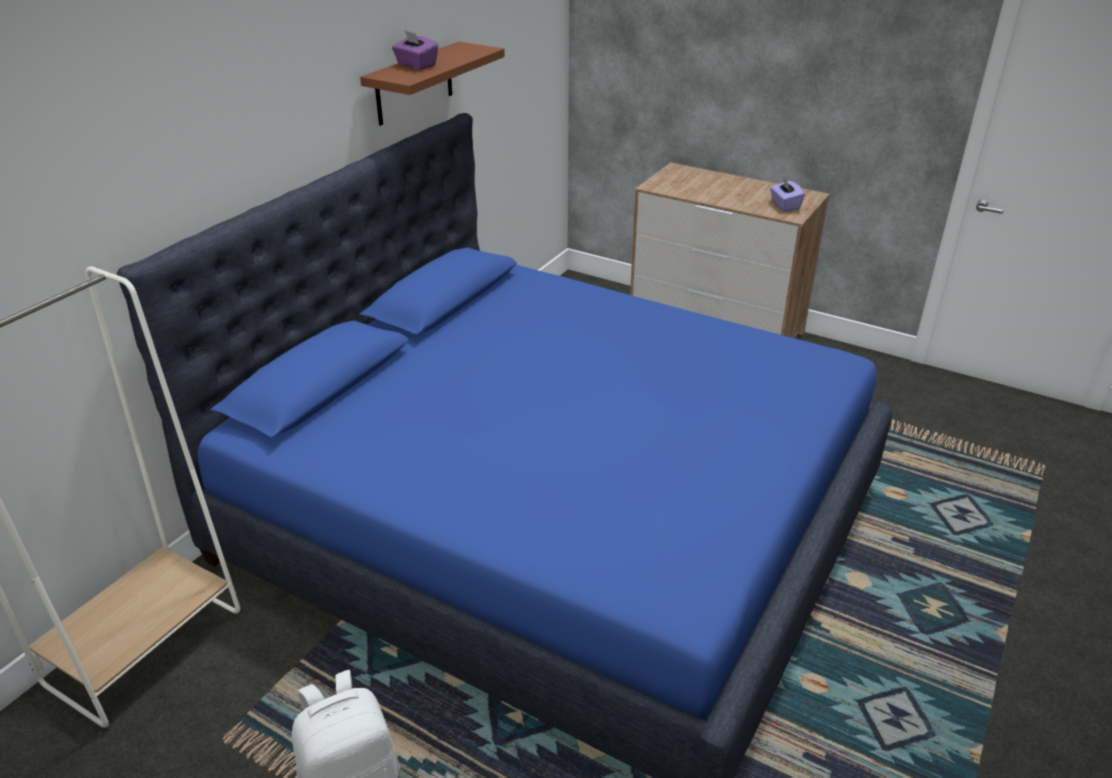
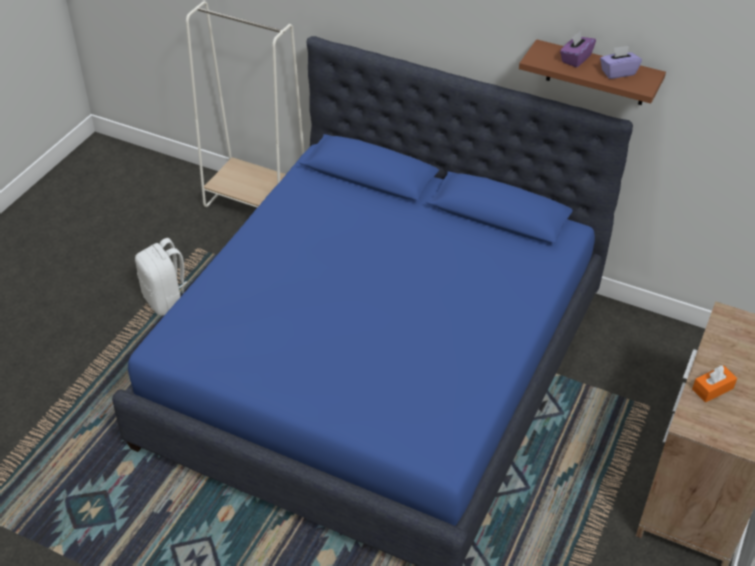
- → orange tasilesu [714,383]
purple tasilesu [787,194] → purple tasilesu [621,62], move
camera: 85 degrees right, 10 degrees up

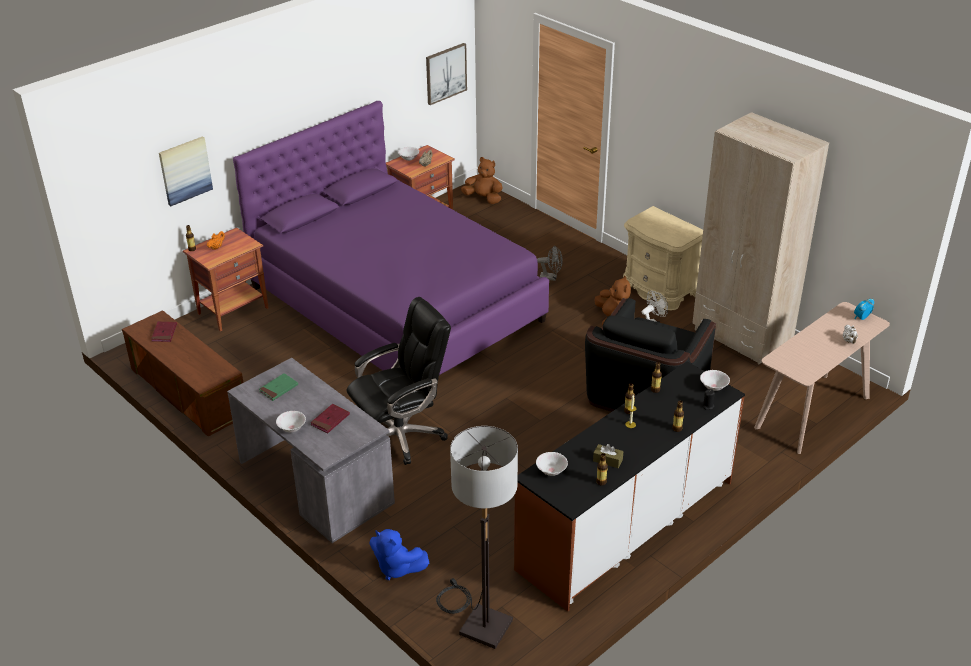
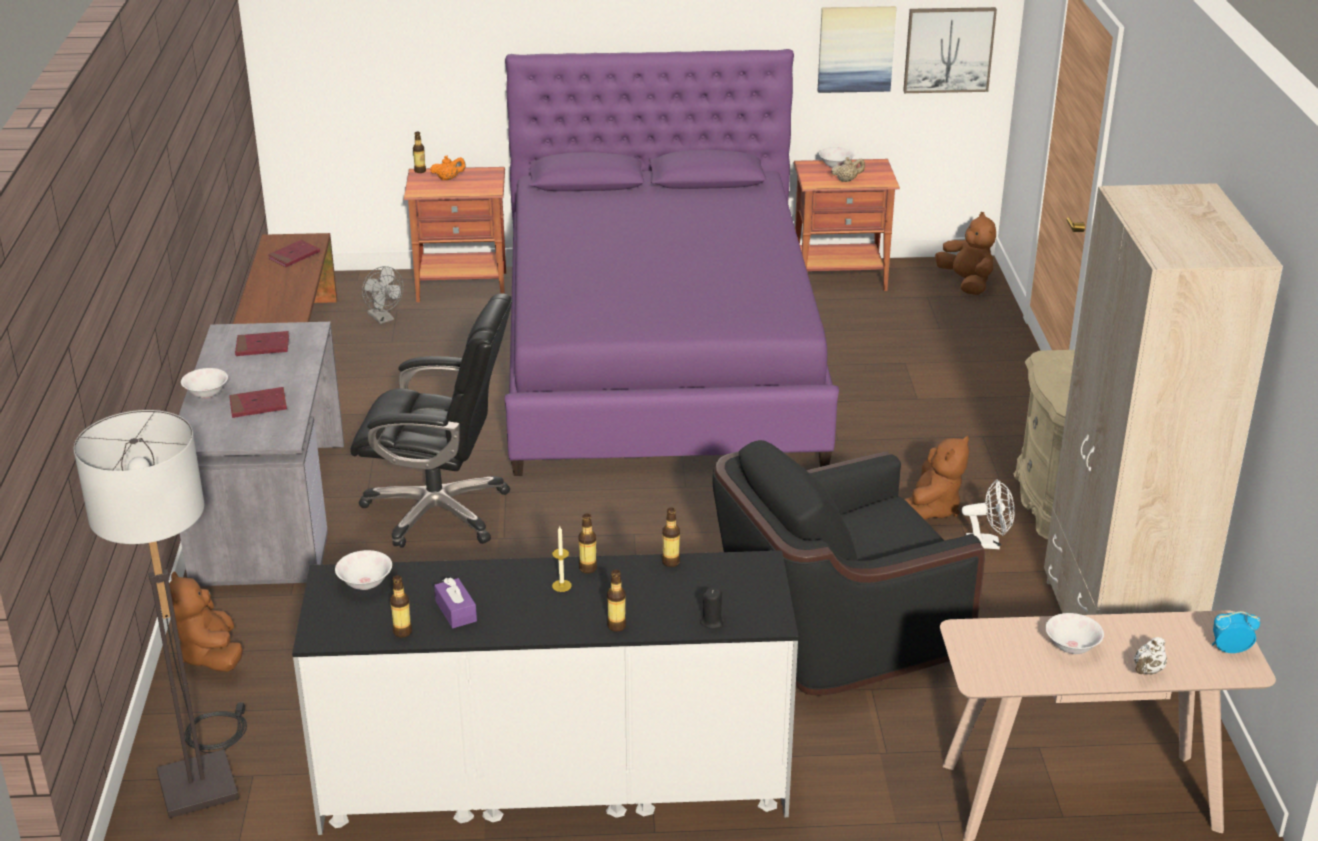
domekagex [186,171] → domekagex [857,49], move
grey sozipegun [550,263] → grey sozipegun [383,295], move
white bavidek [715,380] → white bavidek [1075,633], move
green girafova [278,387] → red girafova [262,343]
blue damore [399,554] → brown damore [204,621]
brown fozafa [629,486] → grey fozafa [545,692]
brown tasilesu [608,456] → purple tasilesu [455,602]
camera: 40 degrees right, 5 degrees down

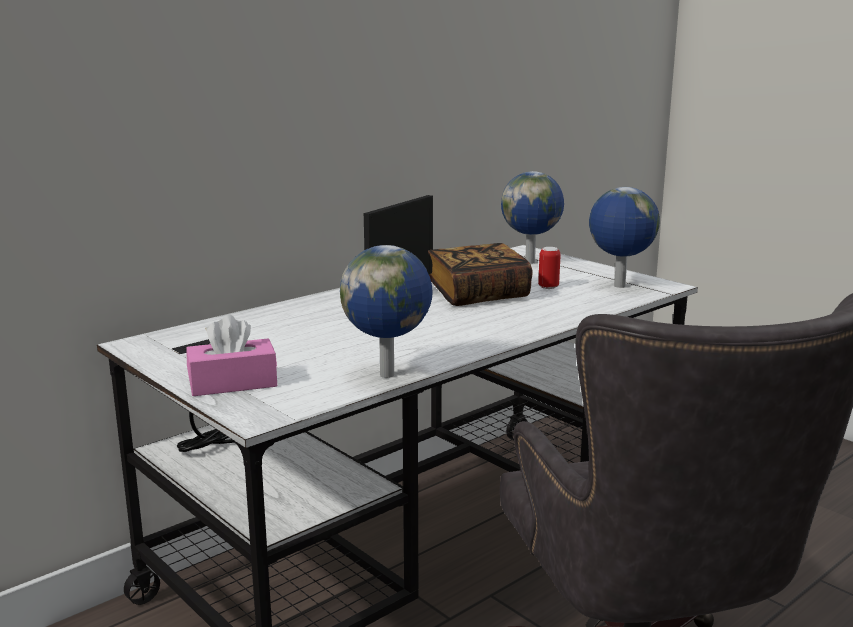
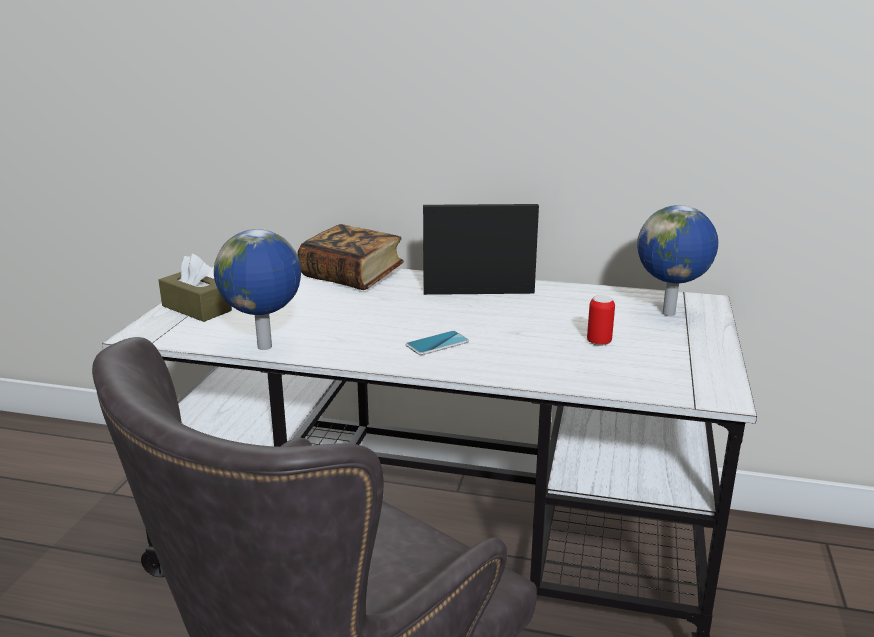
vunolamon [624,237] → -
- → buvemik [437,343]
girafova [480,274] → girafova [350,257], move
pink tasilesu [231,355] → brown tasilesu [195,288]
camera: 55 degrees right, 5 degrees up

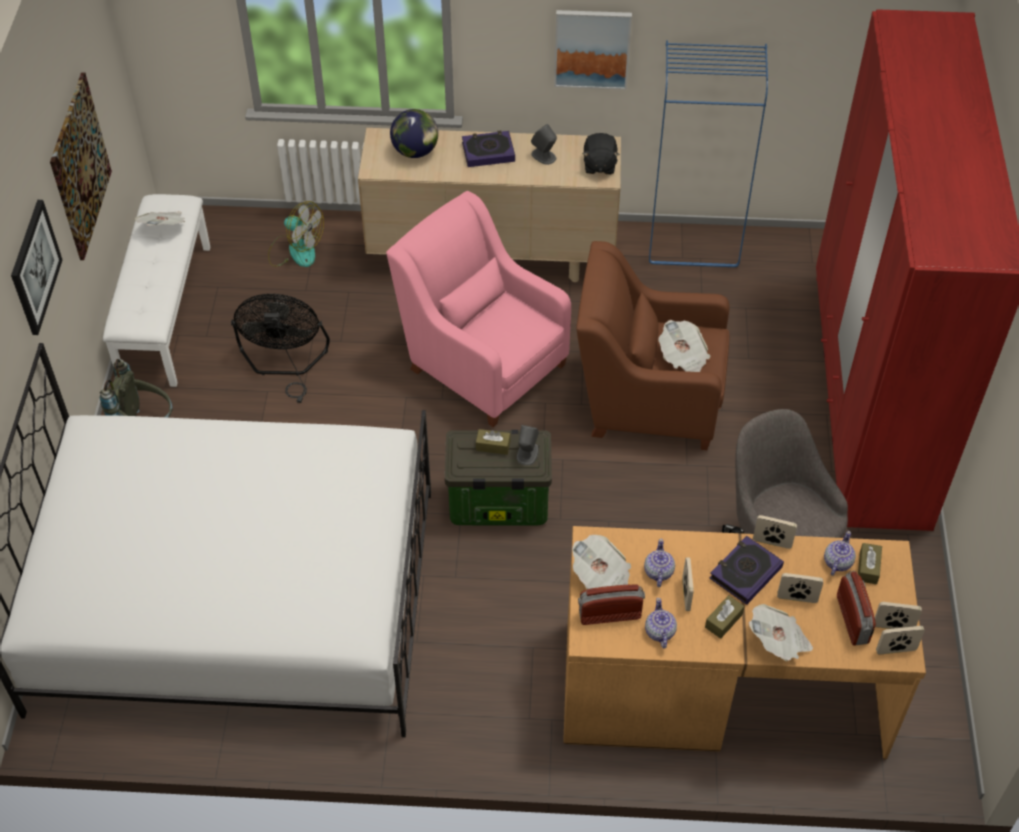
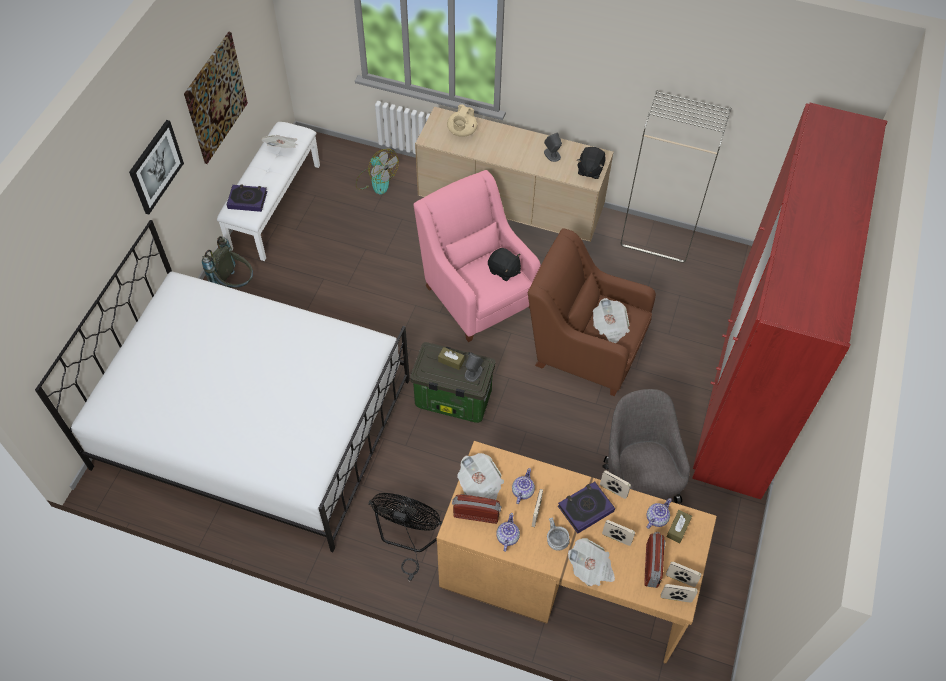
domekagex [593,50] → -
- → black damore [504,264]
black sozipegun [280,348] → black sozipegun [405,537], move
girafova [488,149] → girafova [247,198], move
vunolamon [414,133] → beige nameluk [462,121]
brown tasilesu [725,617] → grey bavidek [558,534]
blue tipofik [708,153] → grey tipofik [676,176]
camera: 15 degrees right, 5 degrees up

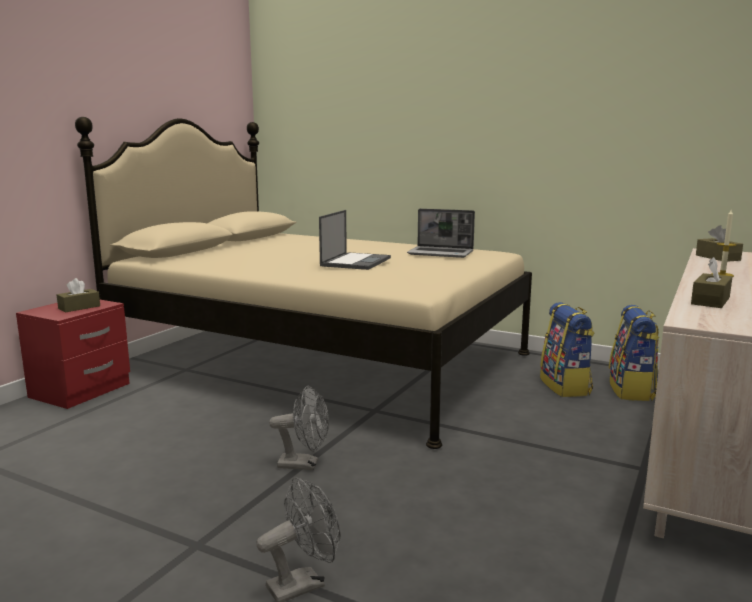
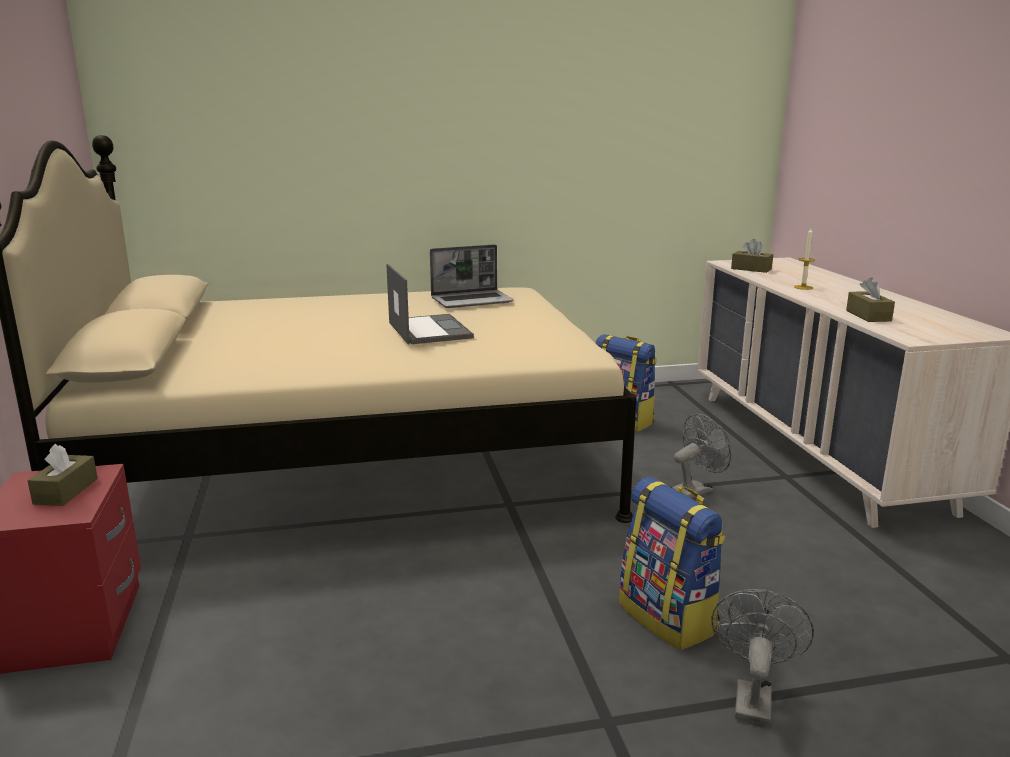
grey sozipegun [299,428] → grey sozipegun [701,456], move
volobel [634,353] → volobel [672,563], move
camera: 40 degrees left, 5 degrees up

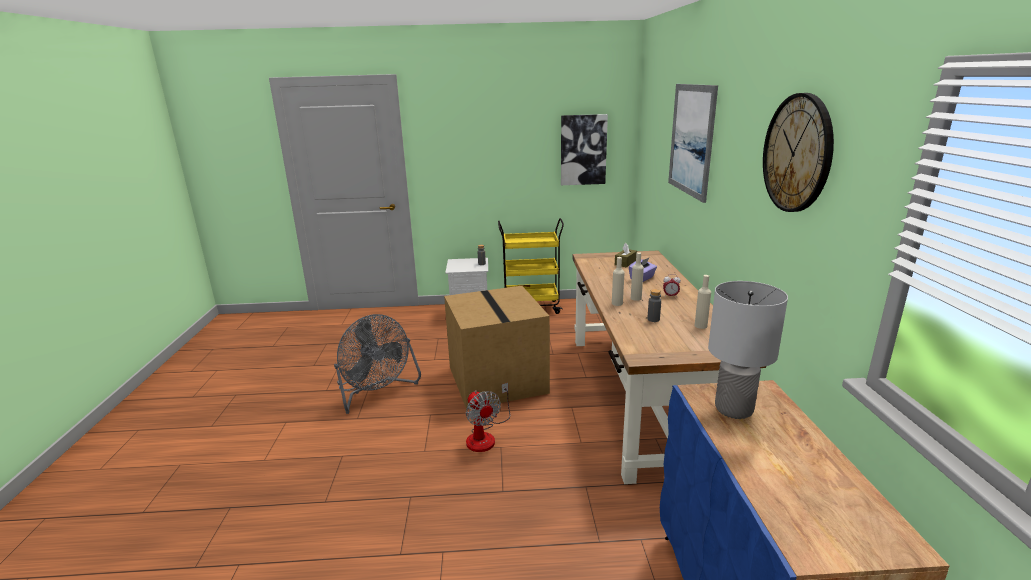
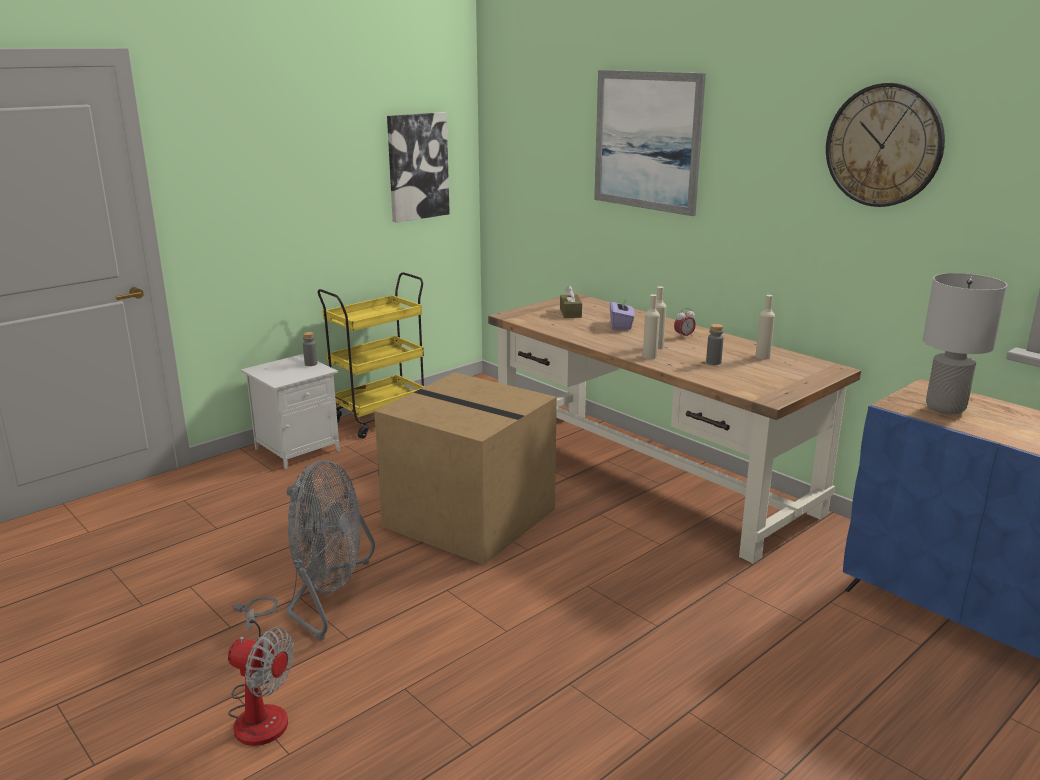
sozipegun [488,417] → sozipegun [261,677], move
camera: 40 degrees left, 0 degrees up

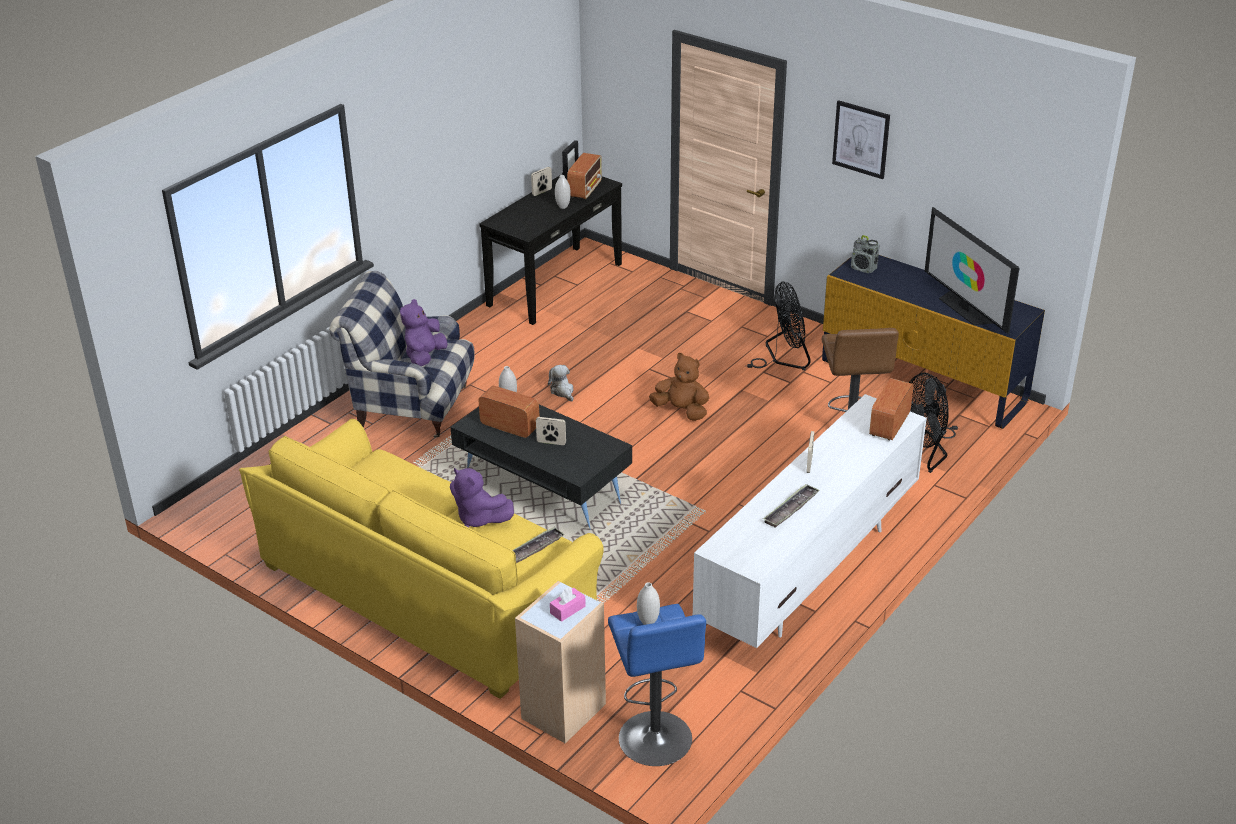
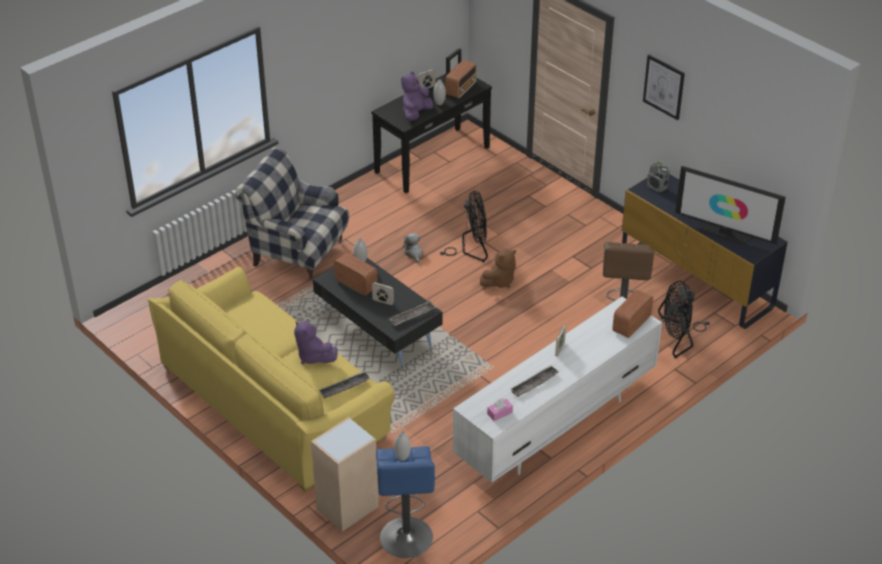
- → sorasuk [412,313]
purple damore [424,332] → purple damore [417,96], move
pink tasilesu [568,604] → pink tasilesu [500,409], move
black sozipegun [778,326] → black sozipegun [463,226], move
brown damore [679,387] → brown damore [498,268], 105 degrees clockwise
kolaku [972,270] → kolaku [730,205], 45 degrees counterclockwise
camera: 10 degrees right, 5 degrees up

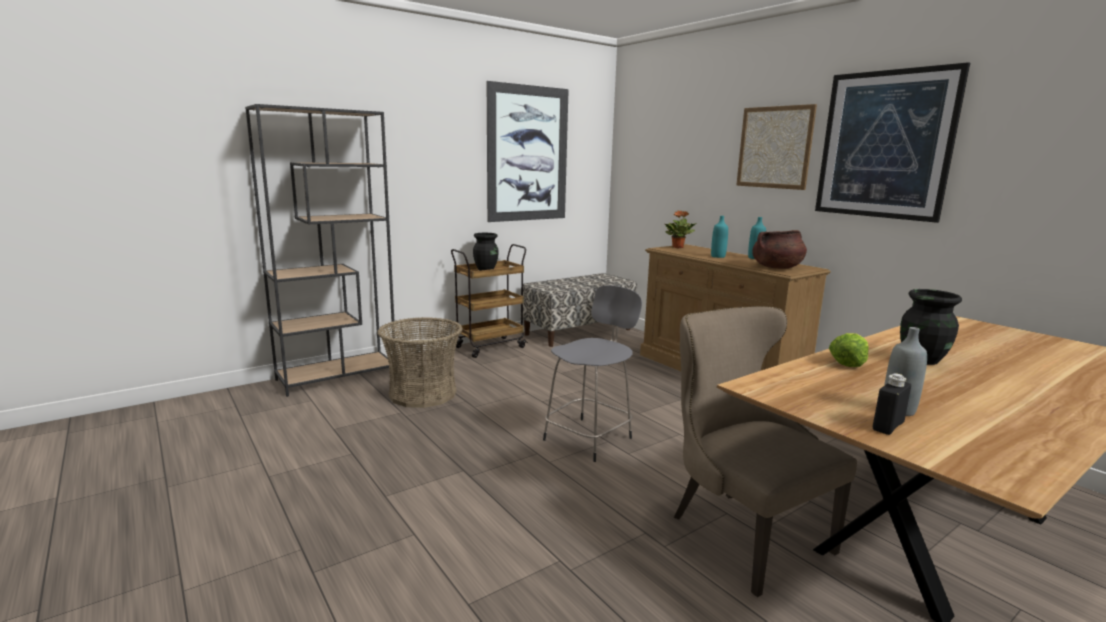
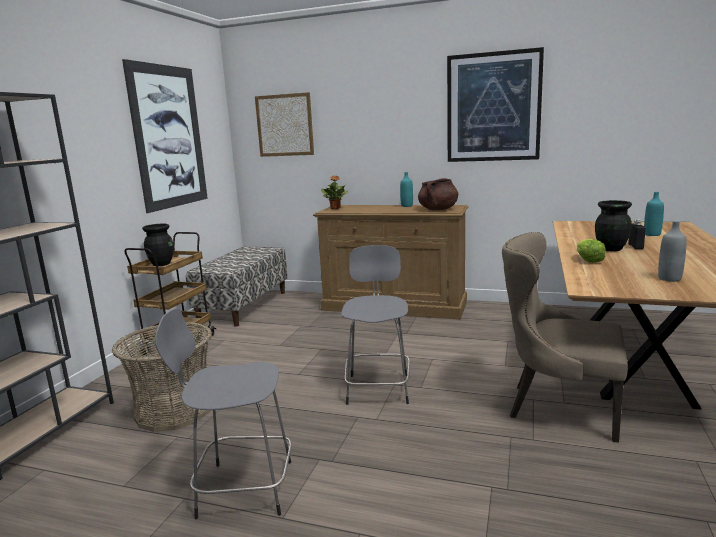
- → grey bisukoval [223,413]
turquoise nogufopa [719,237] → turquoise nogufopa [654,214], move
domekagex [776,147] → domekagex [284,124], move
black nogufopa [892,404] → black nogufopa [637,234], move
camera: 35 degrees left, 0 degrees up

